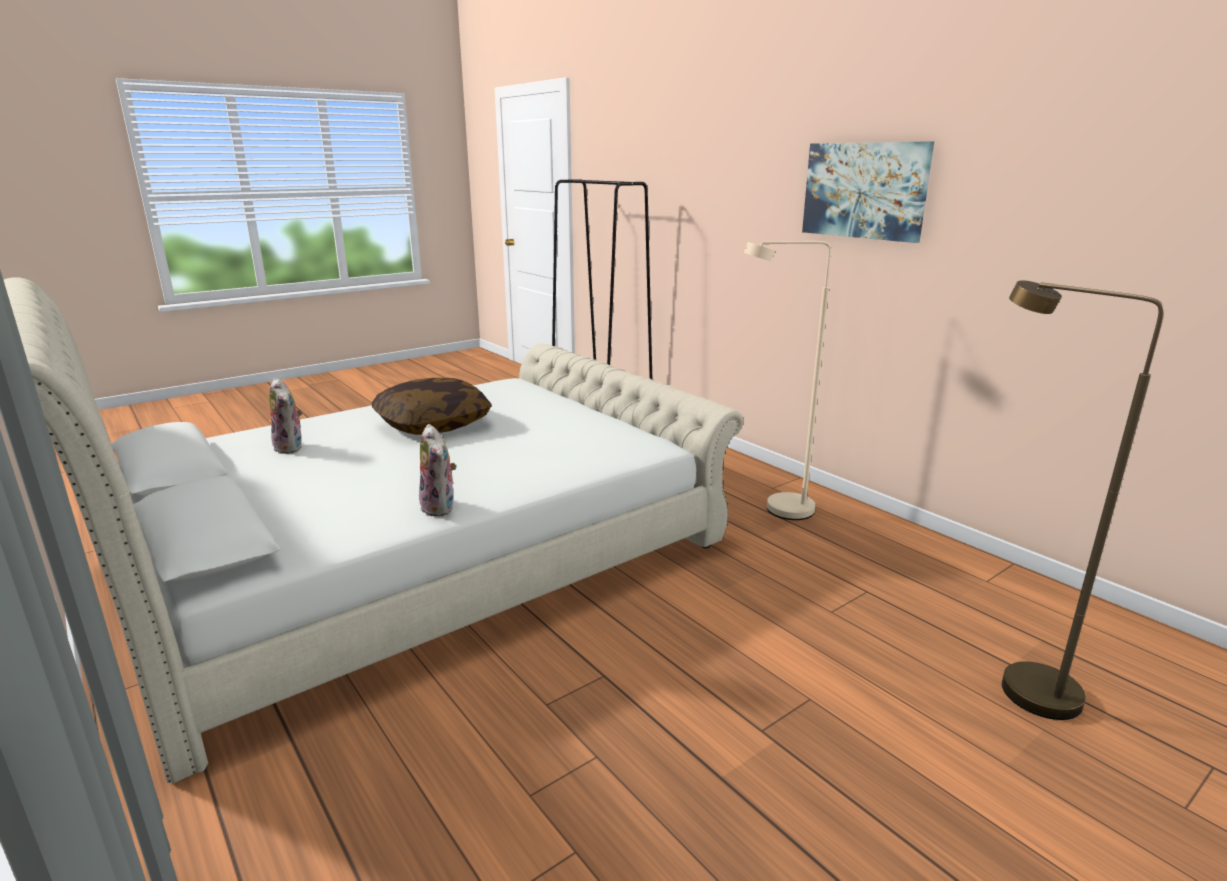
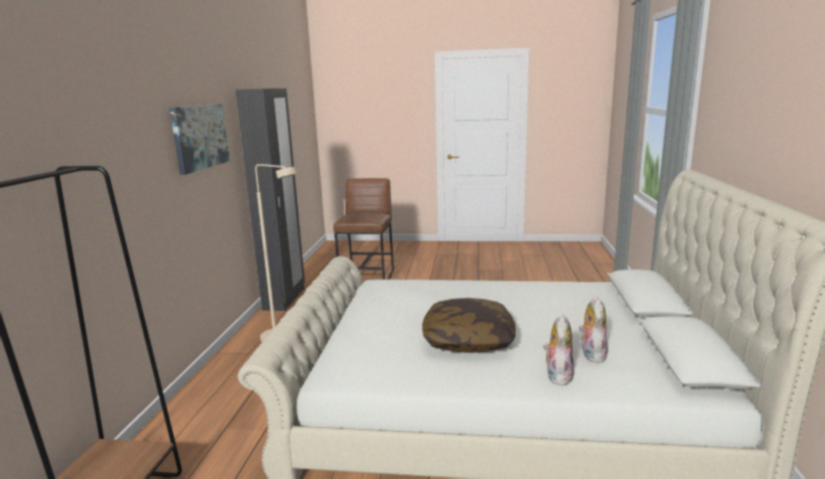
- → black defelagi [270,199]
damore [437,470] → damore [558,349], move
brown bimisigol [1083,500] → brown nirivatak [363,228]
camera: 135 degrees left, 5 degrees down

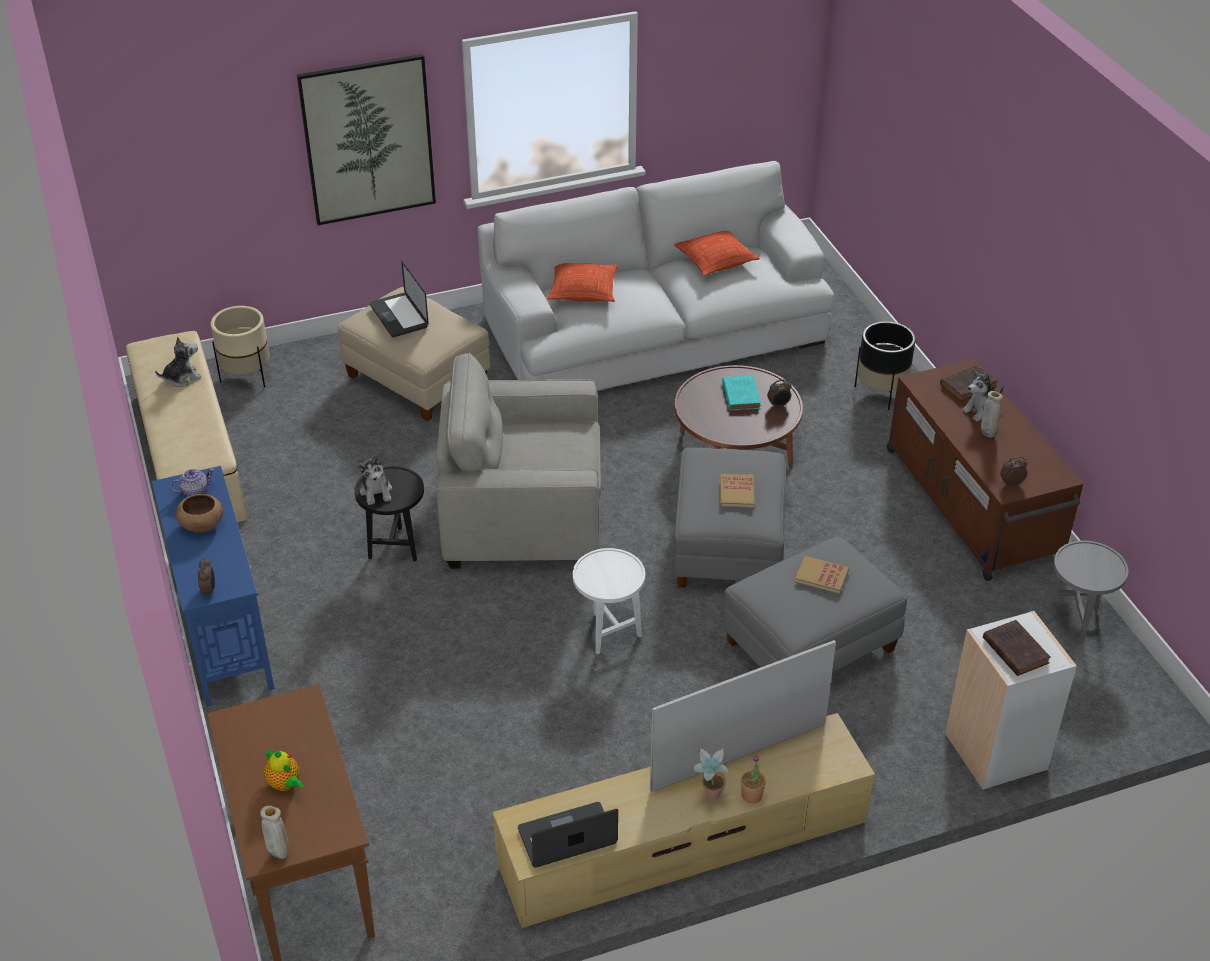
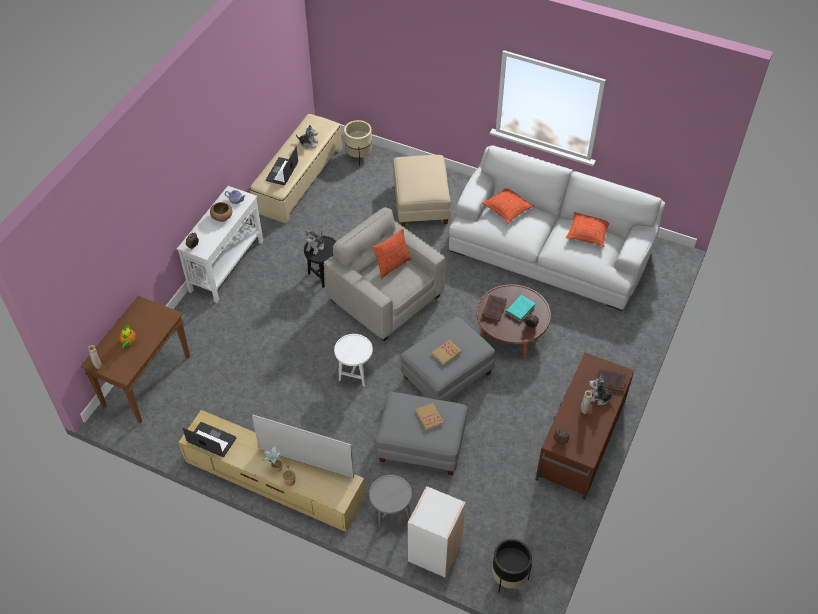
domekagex [366,139] → -
- → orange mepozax [392,254]
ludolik [399,299] → ludolik [282,165], move
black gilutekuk [885,365] → black gilutekuk [512,566], move
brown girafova [1017,648] → brown girafova [494,308], move
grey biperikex [1088,592] → grey biperikex [390,501], move
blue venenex [213,586] → white venenex [220,244]
camera: 45 degrees right, 10 degrees up

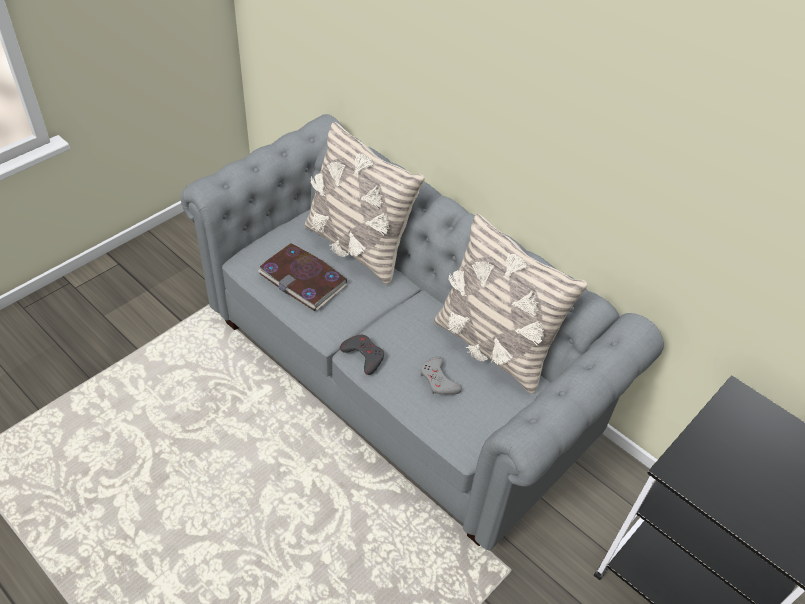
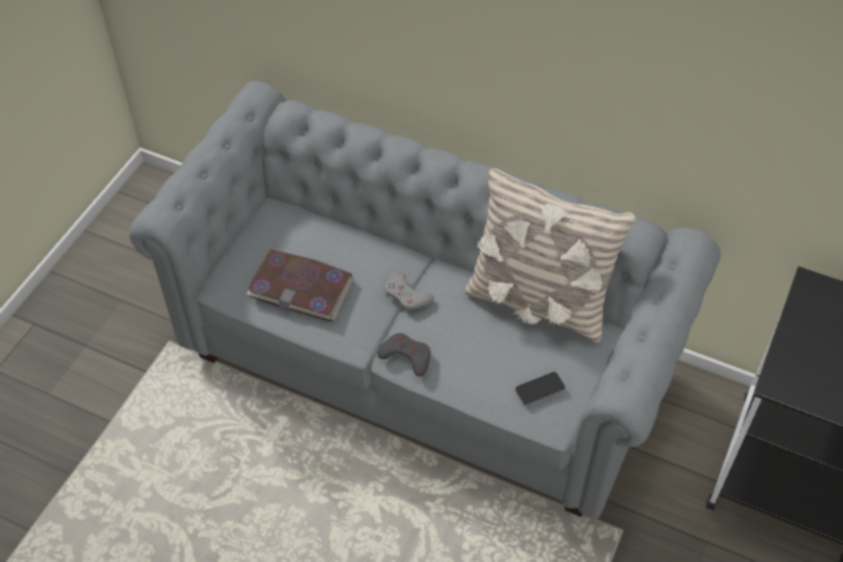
beige mepozax [365,203] → -
- → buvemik [540,388]
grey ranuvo [441,375] → grey ranuvo [409,291], move
camera: 15 degrees left, 5 degrees up

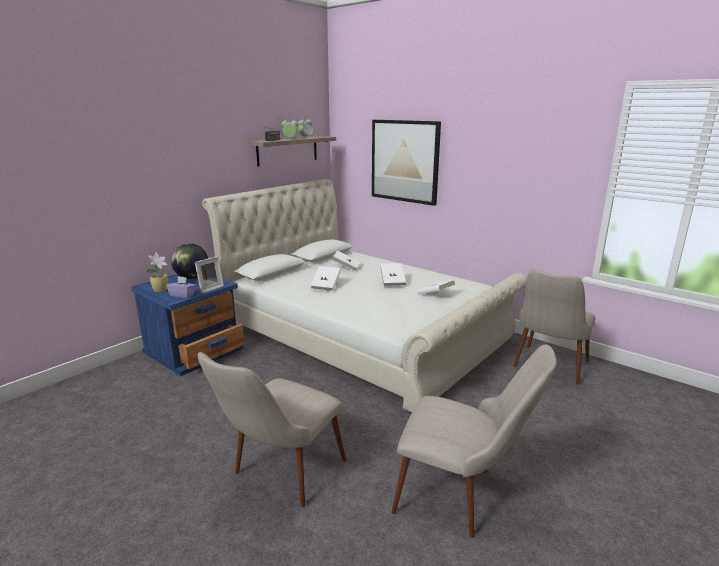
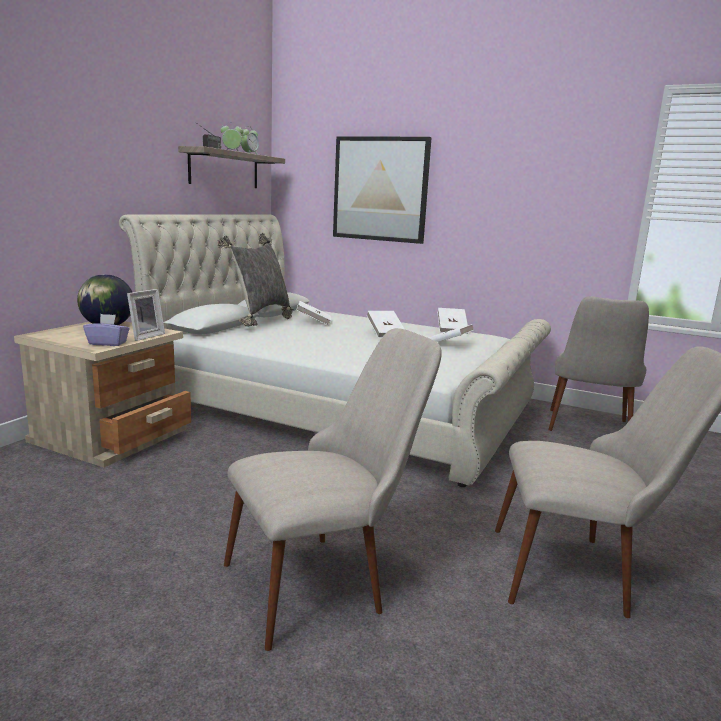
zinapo [157,272] → -
- → mepozax [256,280]
white girafova [325,278] → white girafova [453,321], move
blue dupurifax [188,325] → beige dupurifax [102,394]
beige nirivatak [272,429] → beige nirivatak [333,489], 135 degrees counterclockwise
camera: 15 degrees left, 5 degrees down

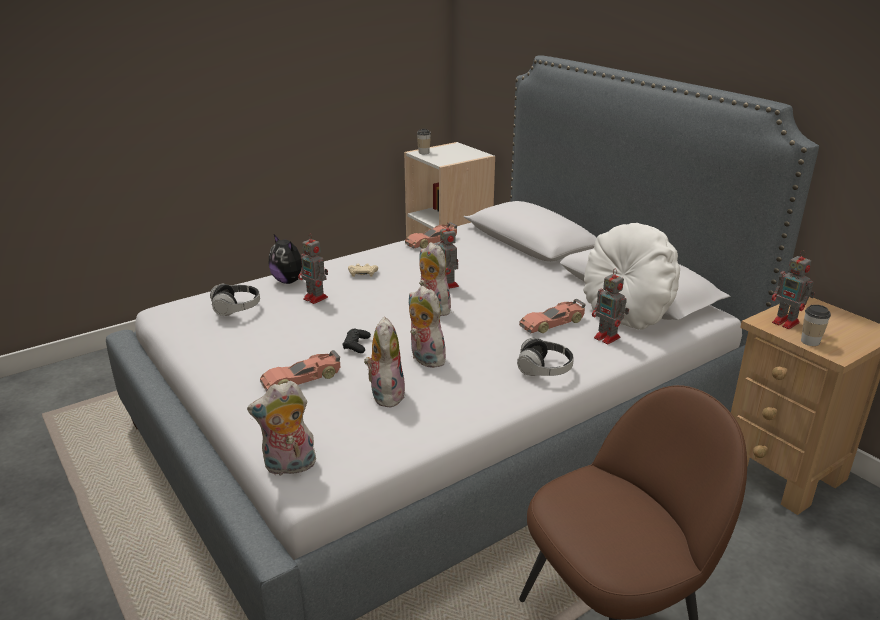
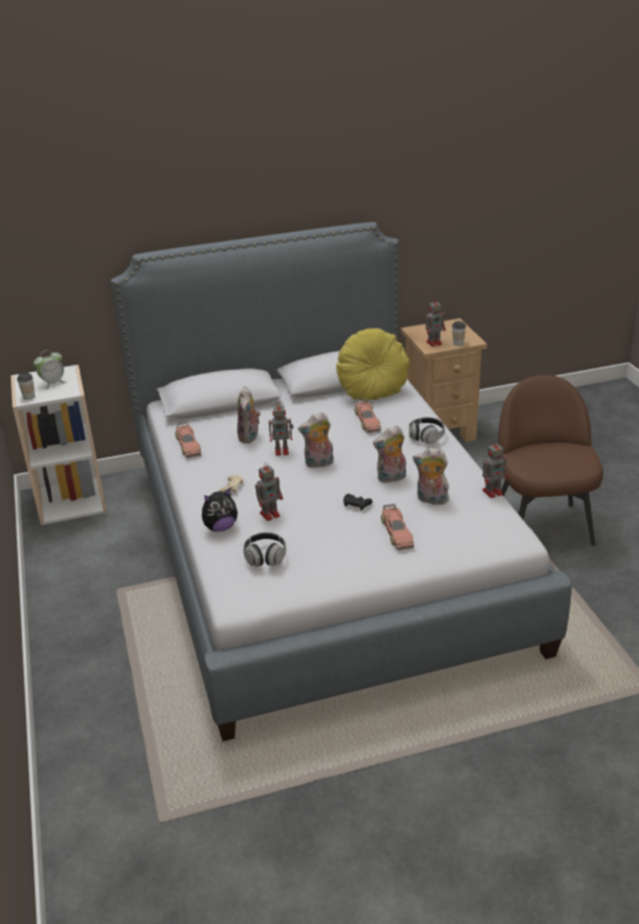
- → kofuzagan [50,369]
damore [281,428] → damore [249,414], move
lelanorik [610,307] → lelanorik [495,469], move
white mepozax [631,276] → yellow mepozax [373,365]
camera: 70 degrees left, 5 degrees up

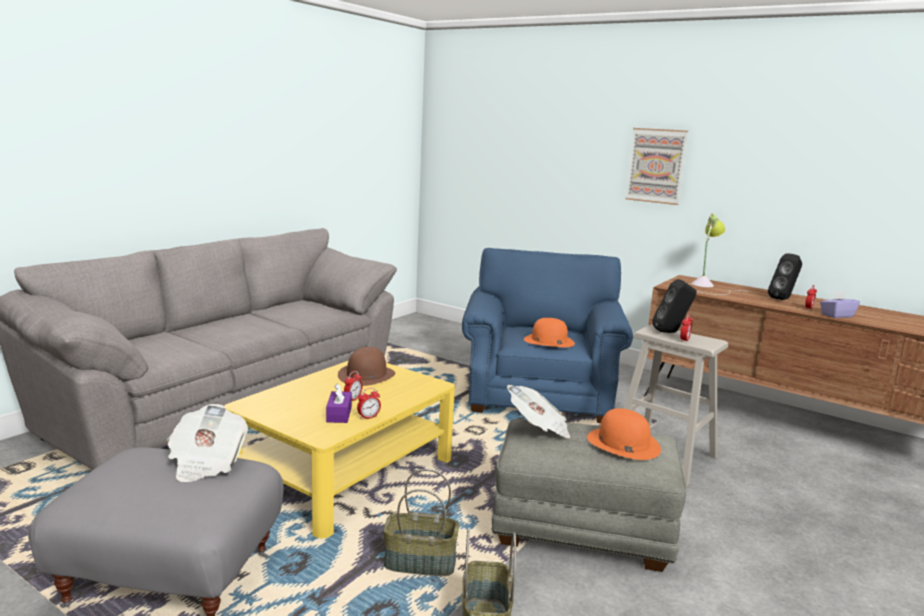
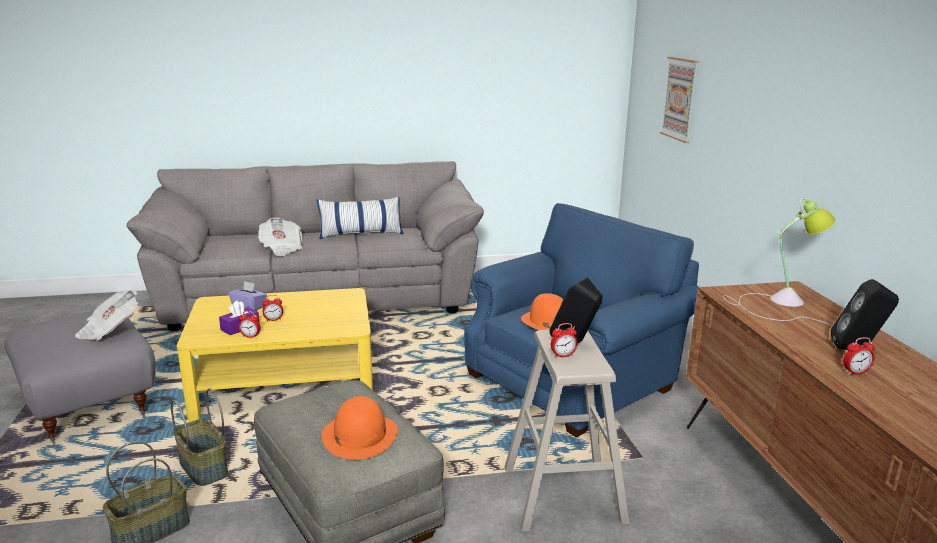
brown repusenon [366,366] → -
- → mepozax [359,218]
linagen [538,411] → linagen [280,237], move
domekagex [656,166] → domekagex [679,100], move
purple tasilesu [840,304] → purple tasilesu [247,296], move
camera: 45 degrees right, 5 degrees up

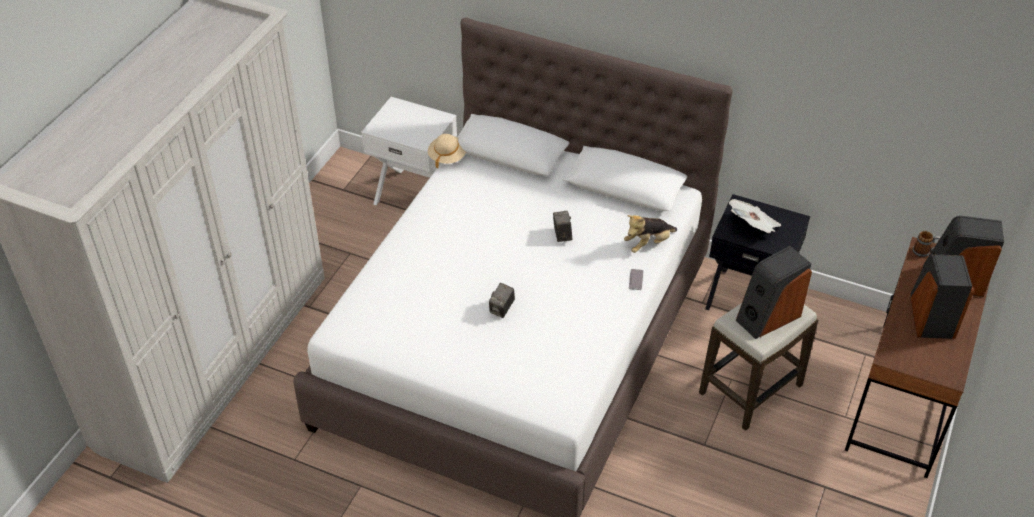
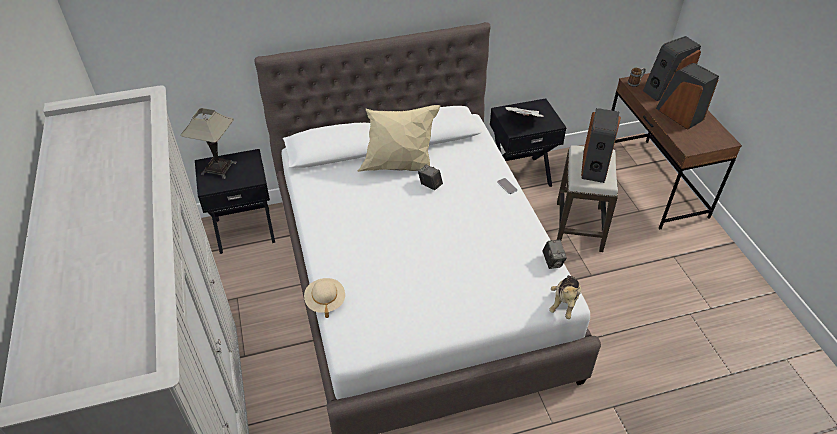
- → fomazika [208,143]
- → beige mepozax [399,138]
beige repusenon [447,151] → beige repusenon [324,298], move
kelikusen [502,300] → kelikusen [555,254], move
damore [650,234] → damore [565,297], move
white dupurifax [409,151] → black dupurifax [235,201]
camera: 40 degrees left, 0 degrees up

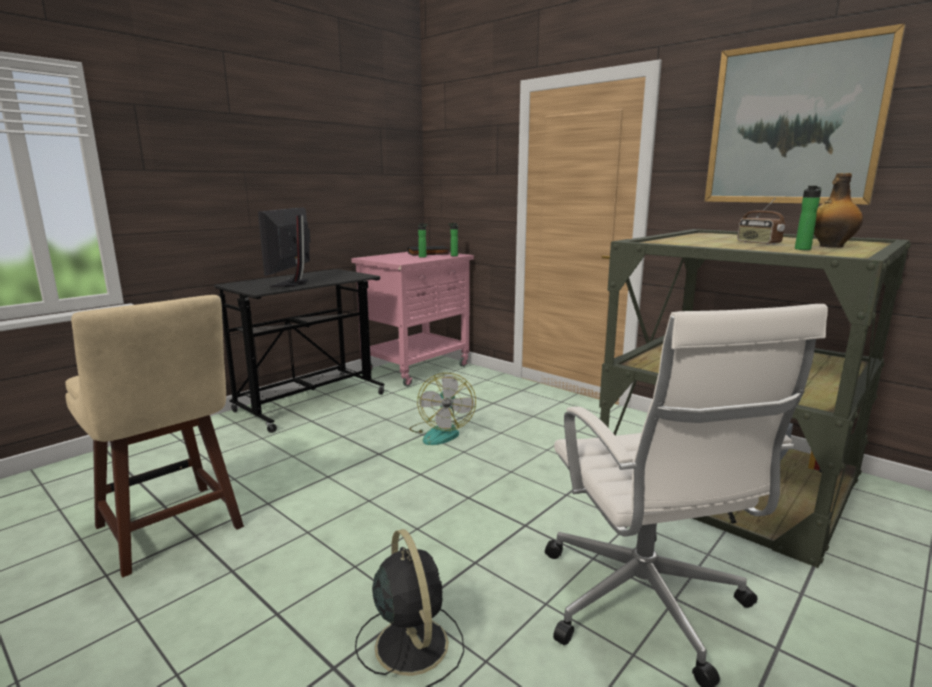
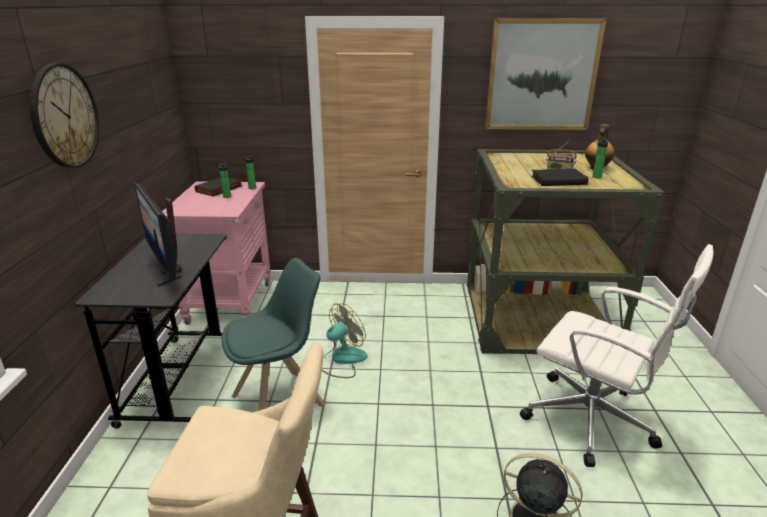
- → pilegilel [64,115]
- → turquoise nirivatak [273,334]
- → black girafova [560,177]
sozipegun [442,409] → sozipegun [345,340], 90 degrees counterclockwise
camera: 40 degrees left, 10 degrees up

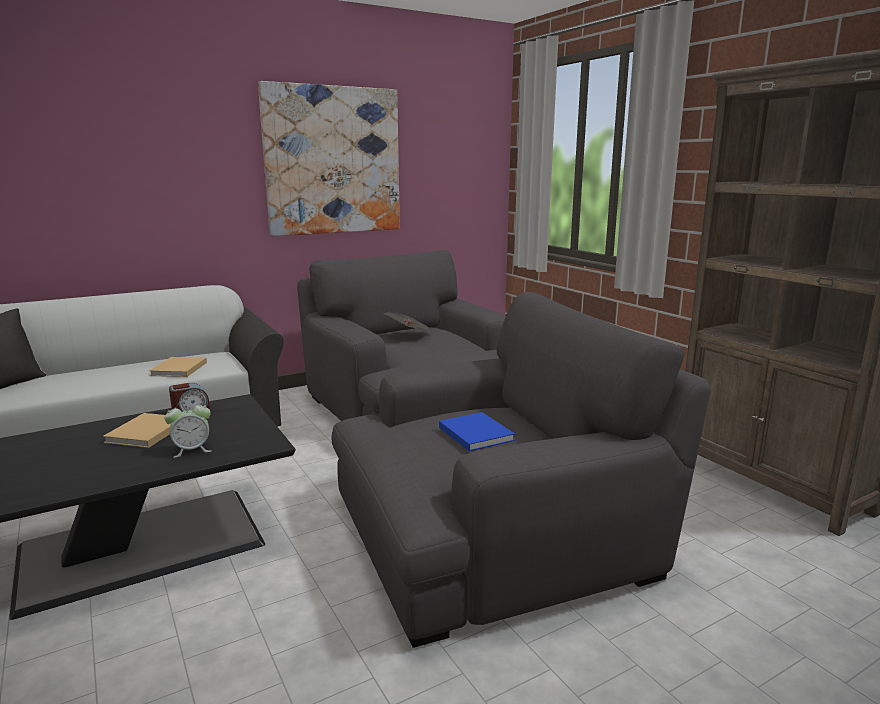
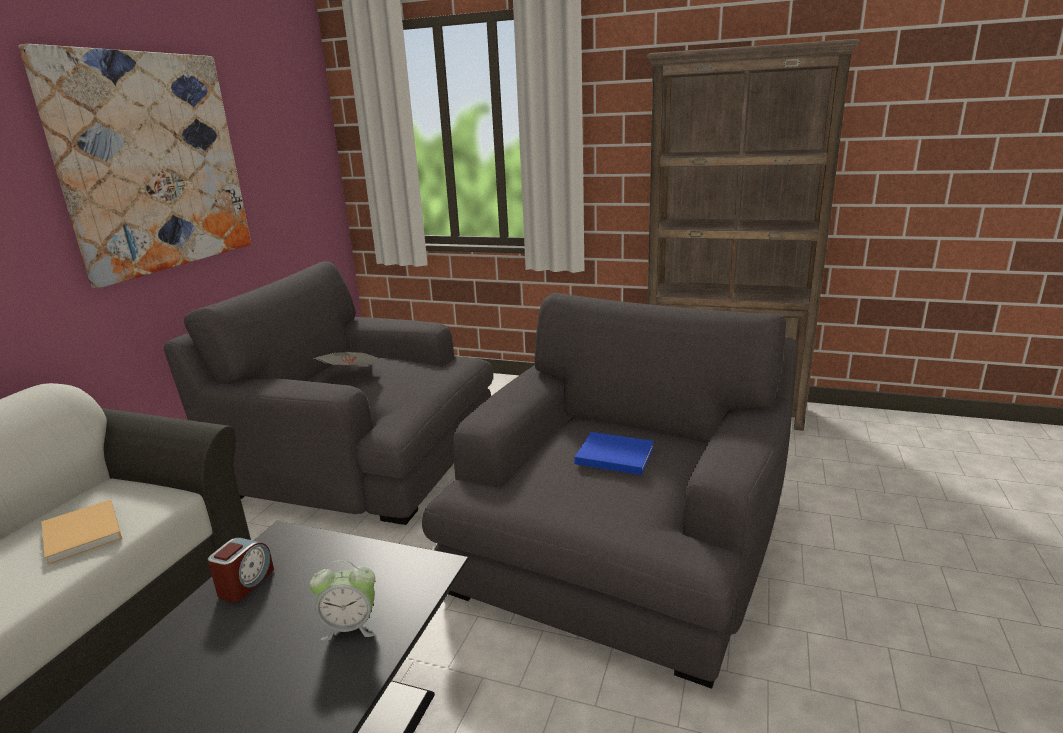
beige girafova [137,430] → -
kofuzagan [187,429] → kofuzagan [342,600], 60 degrees clockwise
camera: 40 degrees left, 5 degrees up

